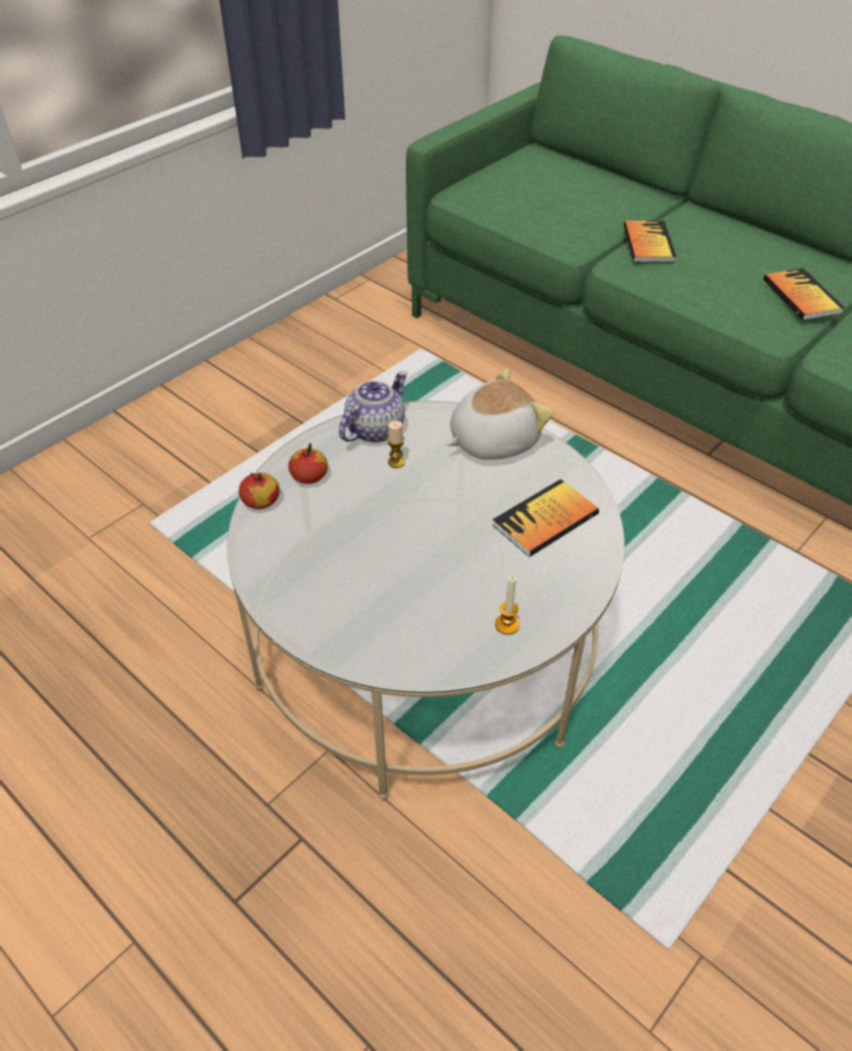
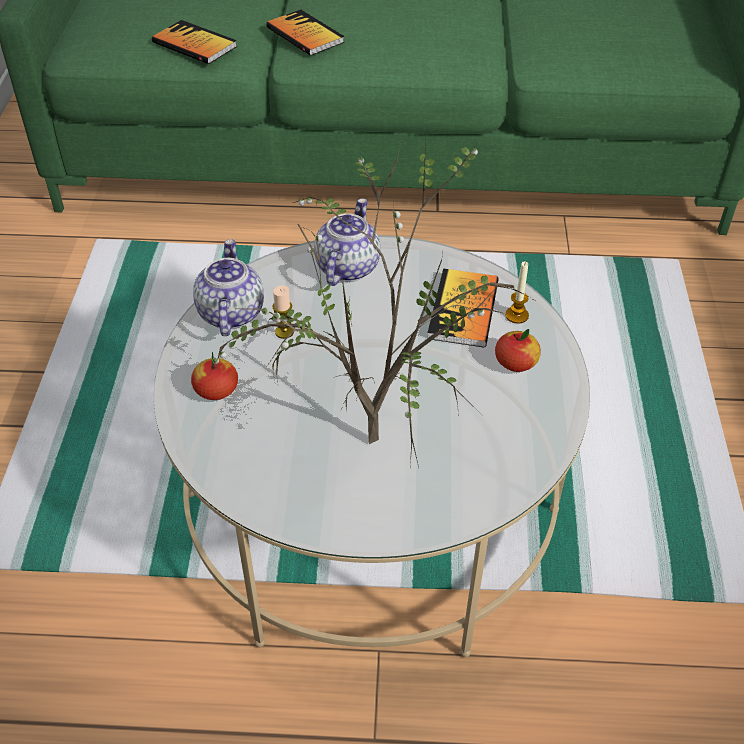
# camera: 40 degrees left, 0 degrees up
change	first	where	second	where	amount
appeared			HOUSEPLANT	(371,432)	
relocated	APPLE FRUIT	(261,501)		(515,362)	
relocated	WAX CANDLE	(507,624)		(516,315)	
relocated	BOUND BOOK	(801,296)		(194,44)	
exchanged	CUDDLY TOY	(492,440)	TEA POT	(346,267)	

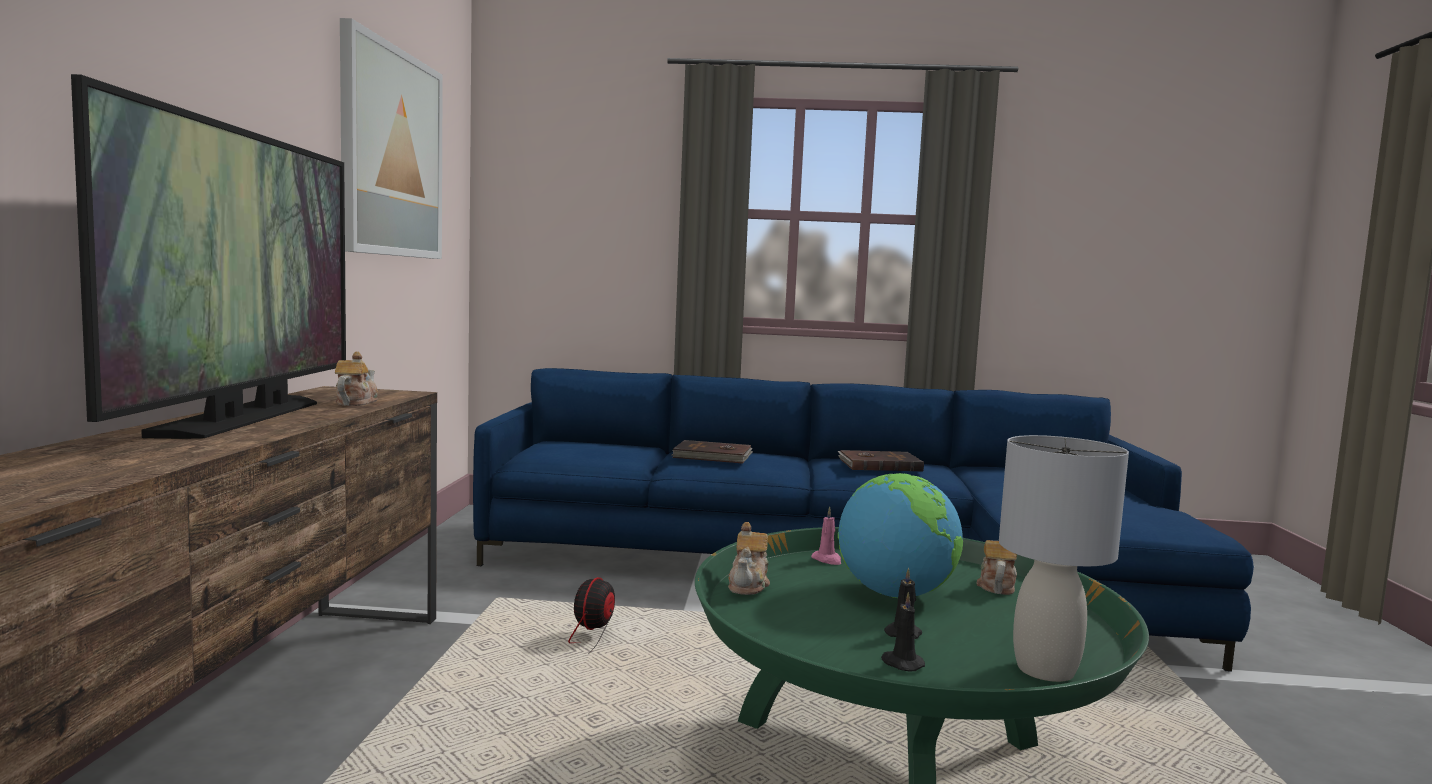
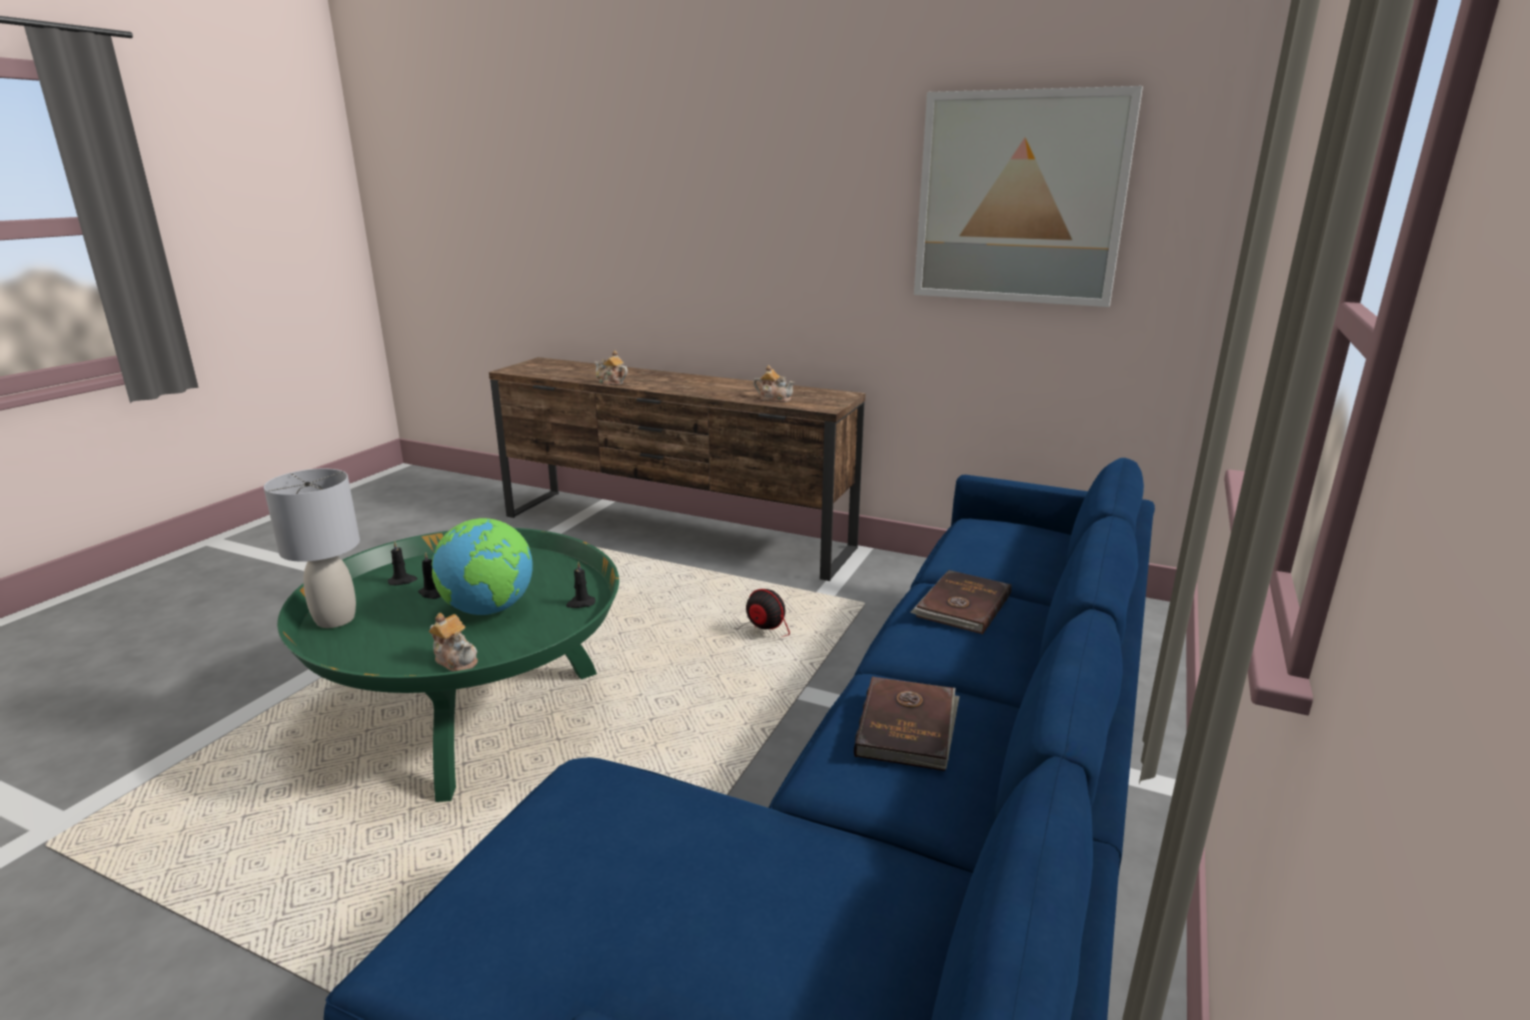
# camera: 110 degrees right, 15 degrees up
change	first	where	second	where	amount
missing	TV	(243,418)			
relocated	TEA POT	(749,584)		(610,382)	
colour	PINKISH WAX CANDLE	(827,560)	BLACKISH WAX CANDLE	(580,603)	

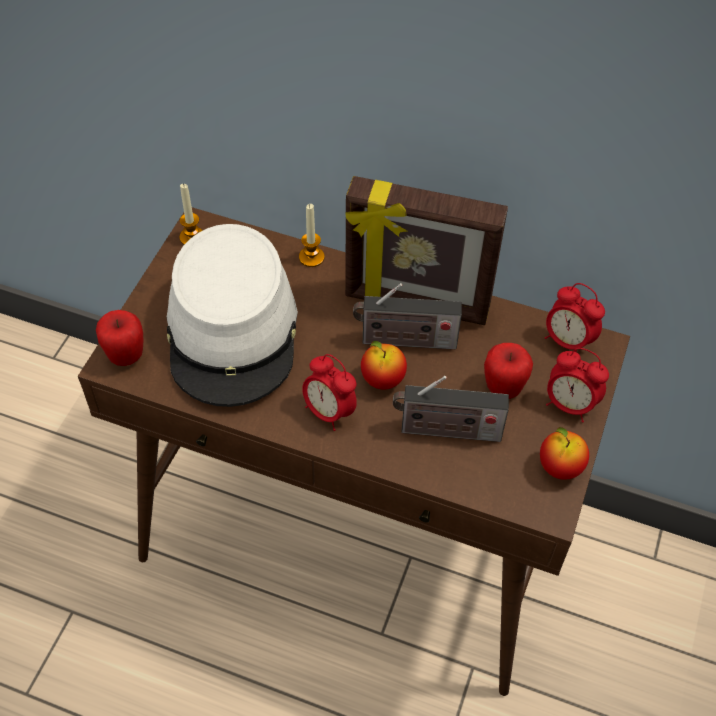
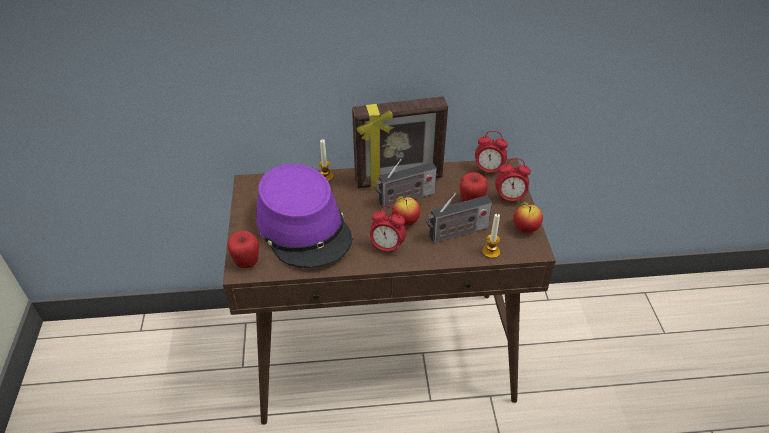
# camera: 25 degrees left, 10 degrees down
change	first	where	second	where	amount
relocated	WAX CANDLE	(192,237)		(491,251)	
colour	WHITE-COLOURED WEARABLE HAT	(233,330)	PURPLE-COLOURED WEARABLE HAT	(304,227)	

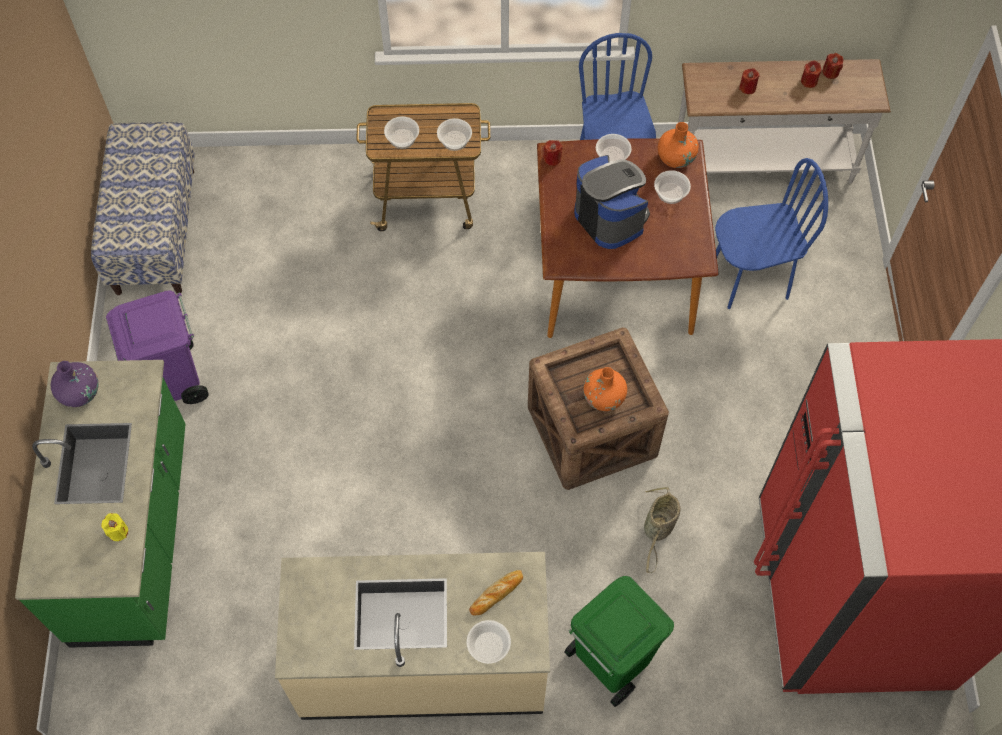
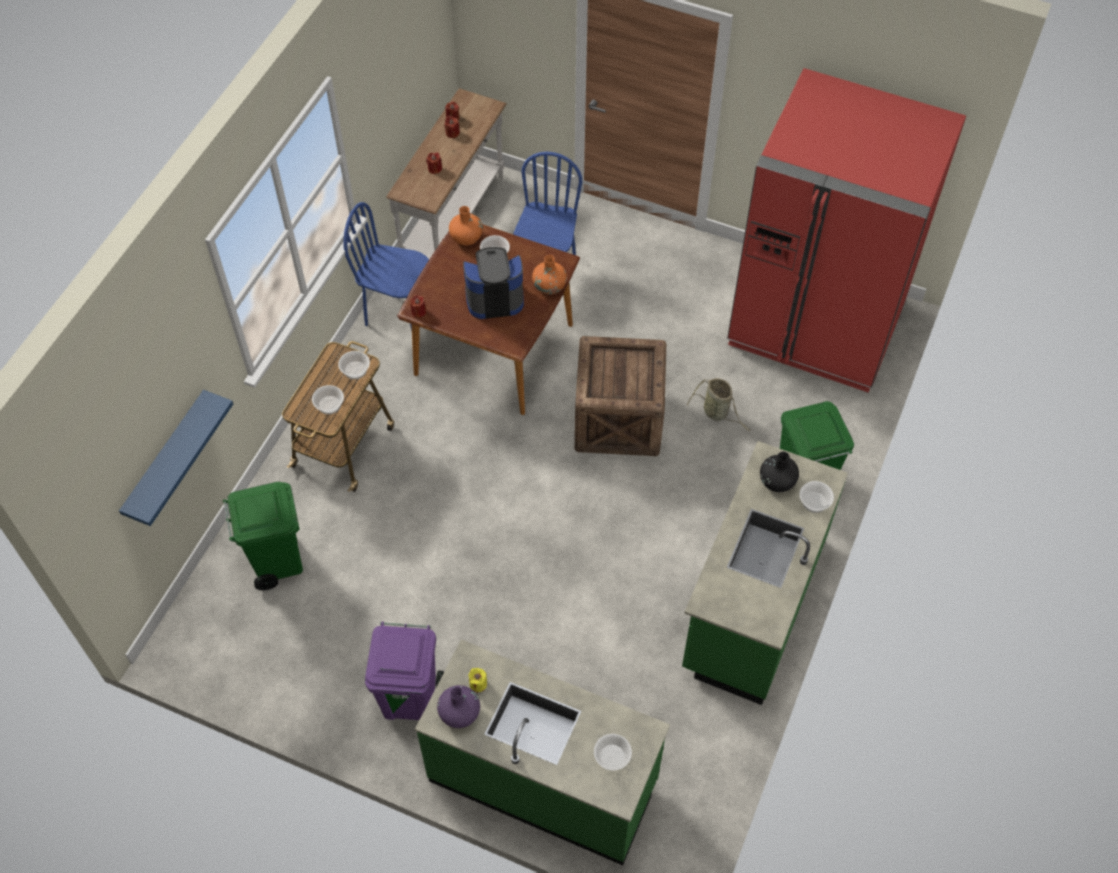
# camera: 65 degrees left, 5 degrees down
change	first	where	second	where	amount
missing	LONG SEAT	(155,230)			
appeared			BLUE WALL SHELF	(166,459)	
appeared			GREEN-COLOURED TRASH CAN	(277,560)	
relocated	YELLOW-COLOURED WAX CANDLE	(118,531)		(478,684)	
relocated	ORANGE-COLOURED FLOWER VASE	(604,398)		(549,286)	
relocated	SERVING BOWL	(612,156)		(611,757)	
exchanged	BAKED BREAD	(497,594)	BLACKISH FLOWER VASE	(777,482)	
colour	SAND-COLOURED KITCHEN COUNTER	(422,663)	GREEN-COLOURED KITCHEN COUNTER	(752,604)	

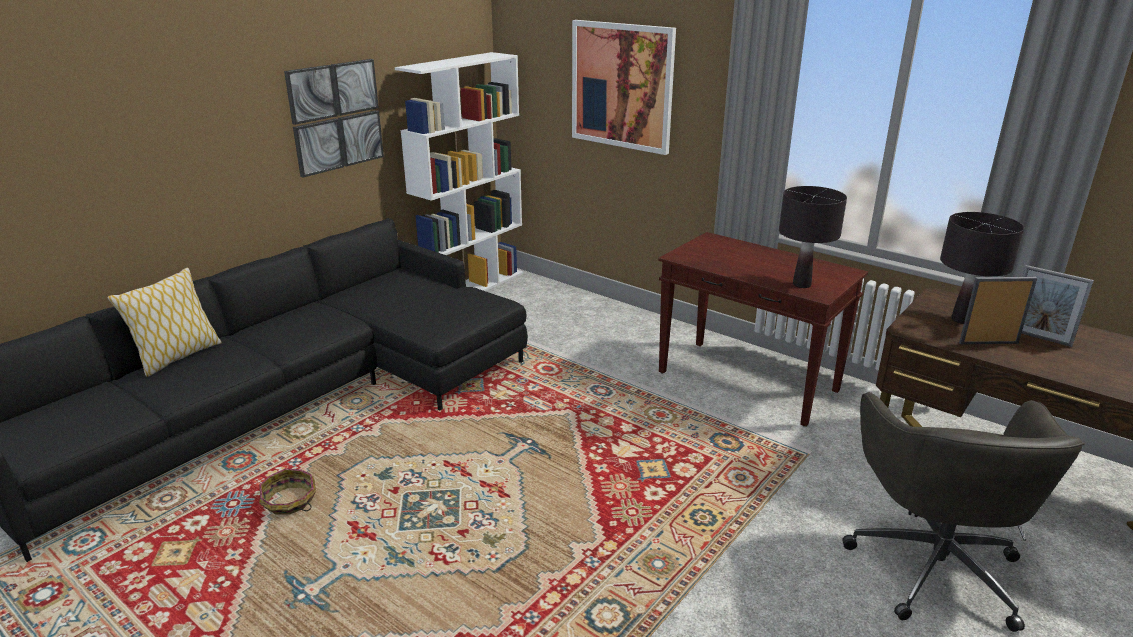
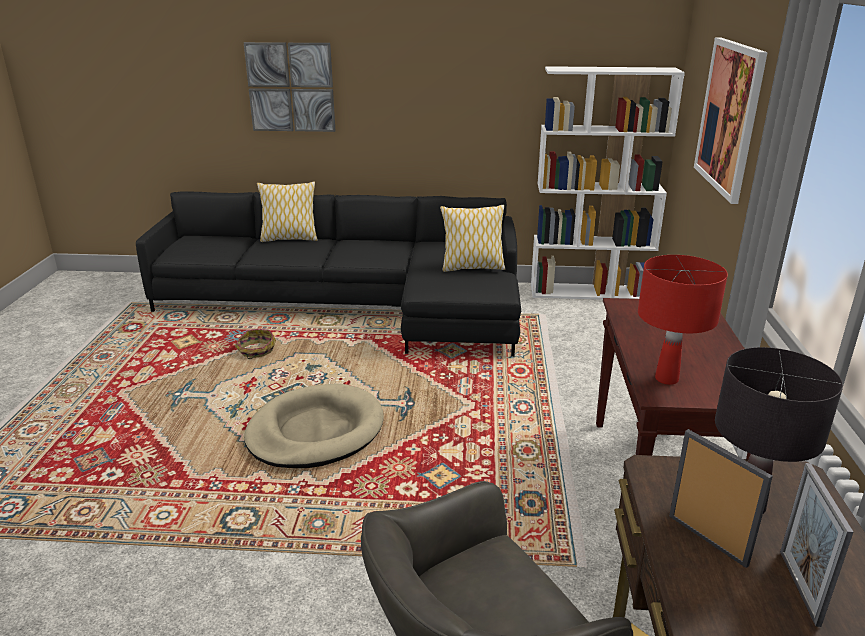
# camera: 55 degrees right, 0 degrees up
change	first	where	second	where	amount
appeared			SAND-COLOURED DOG BED	(315,431)	
appeared			THROW PILLOW	(472,267)	
relocated	PICTURE	(336,116)		(291,87)	
colour	BLACKISH LAMP FOR A TABLE	(802,284)	RED LAMP FOR A TABLE	(667,379)	

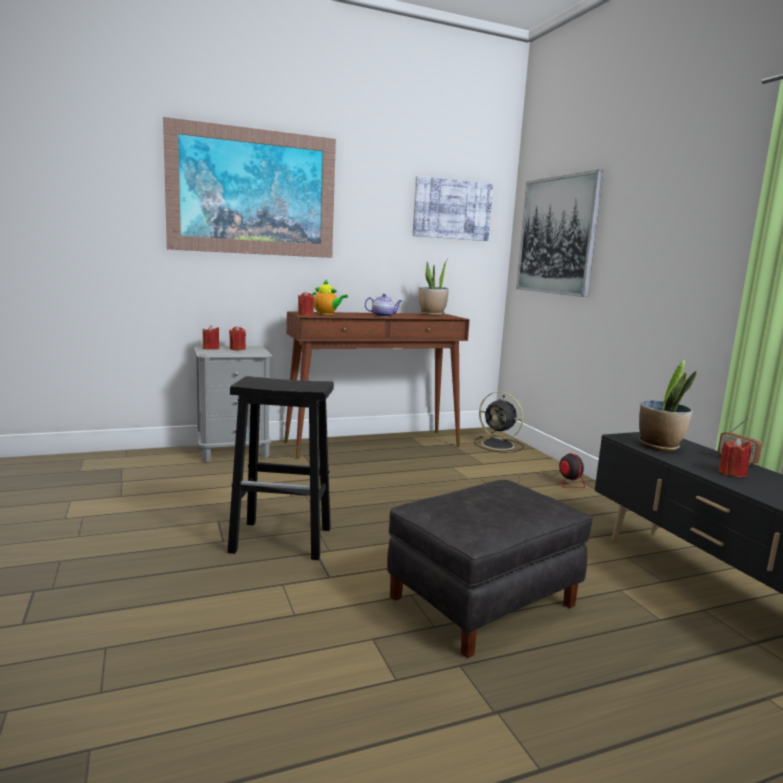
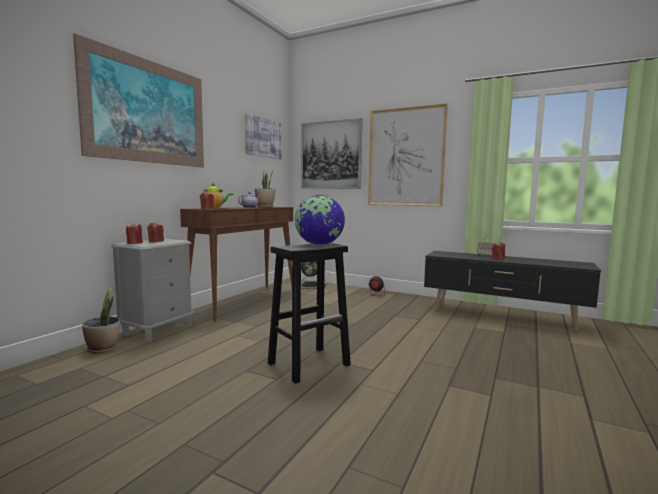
# camera: 40 degrees left, 5 degrees down
change	first	where	second	where	amount
missing	BLACKISH OTTOMAN	(483,602)			
appeared			GLOBE	(319,245)	
appeared			PICTURE	(405,157)	
relocated	HOUSEPLANT	(659,446)		(103,348)	

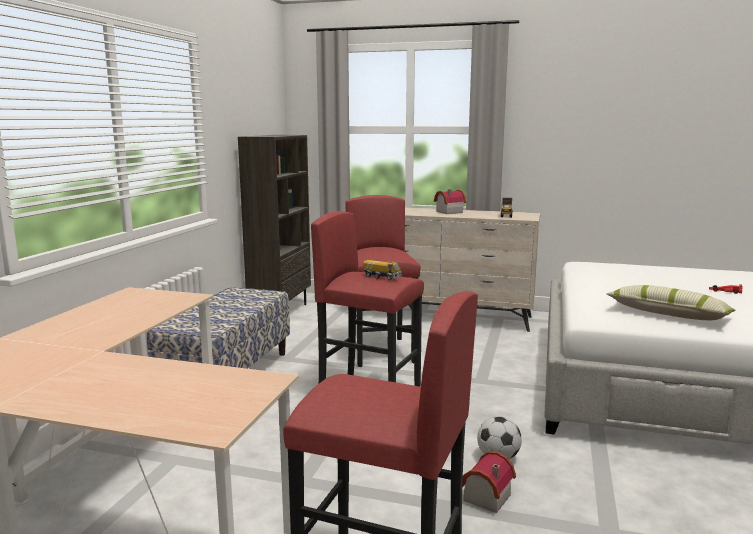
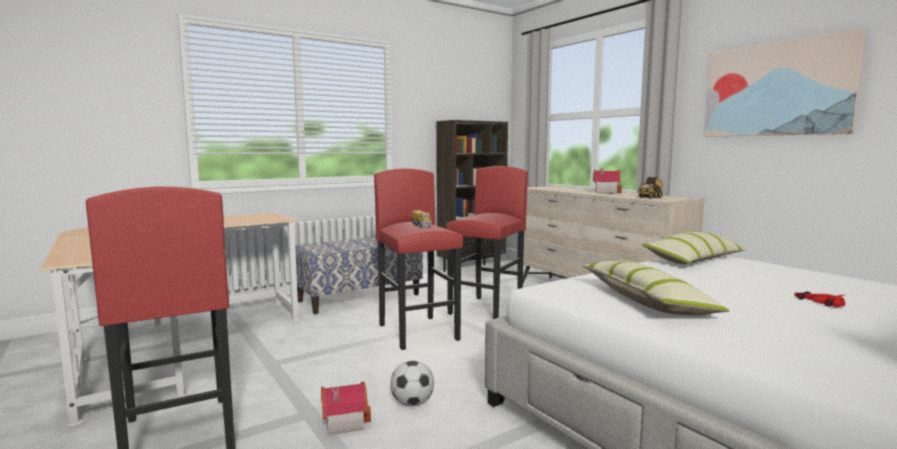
# camera: 40 degrees right, 5 degrees down
change	first	where	second	where	amount
appeared			THROW PILLOW	(693,259)	
appeared			PICTURE	(777,89)	

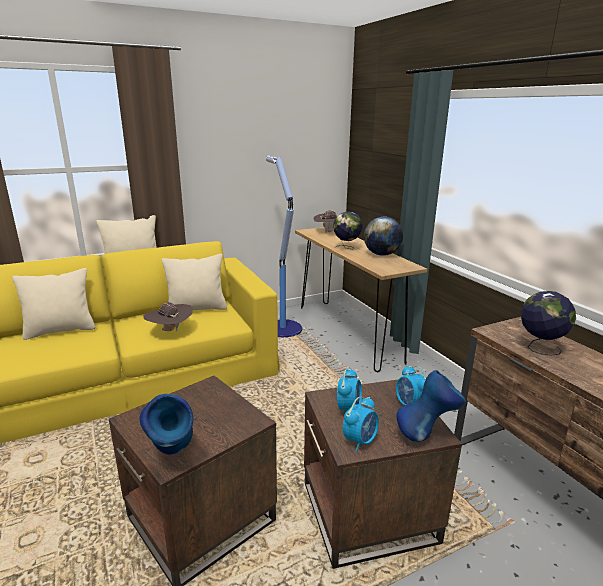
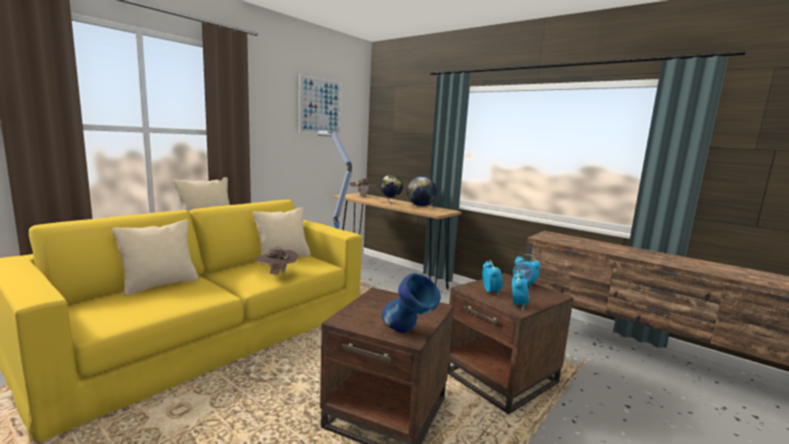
# camera: 25 degrees left, 10 degrees down
change	first	where	second	where	amount
missing	BLUE FLOWER VASE	(426,435)			
missing	GLOBE	(539,348)			
appeared			PICTURE	(320,106)	

